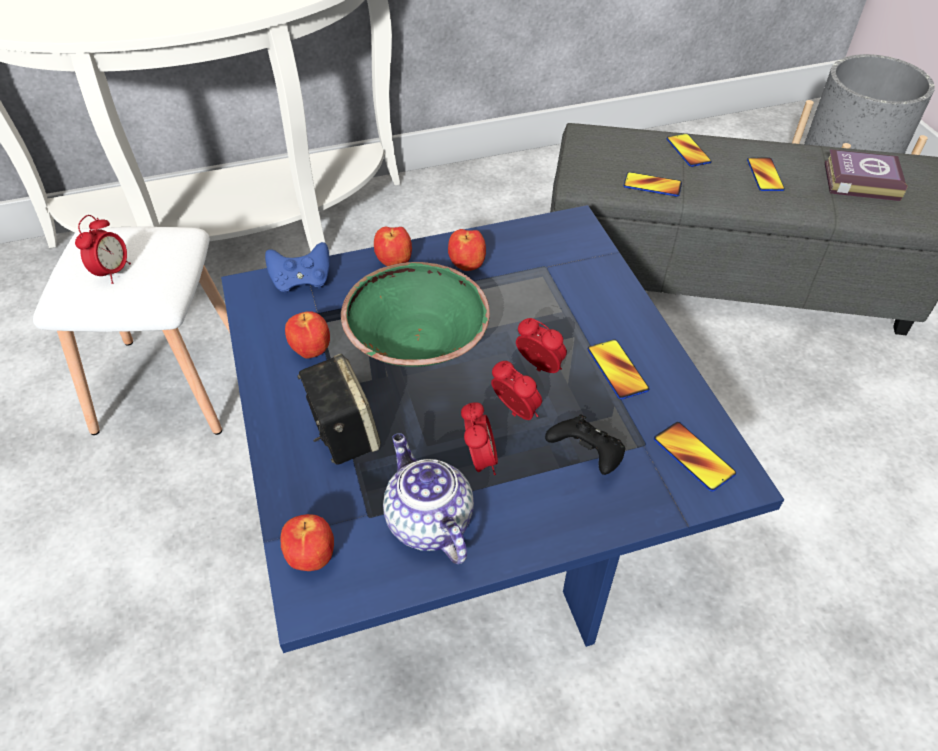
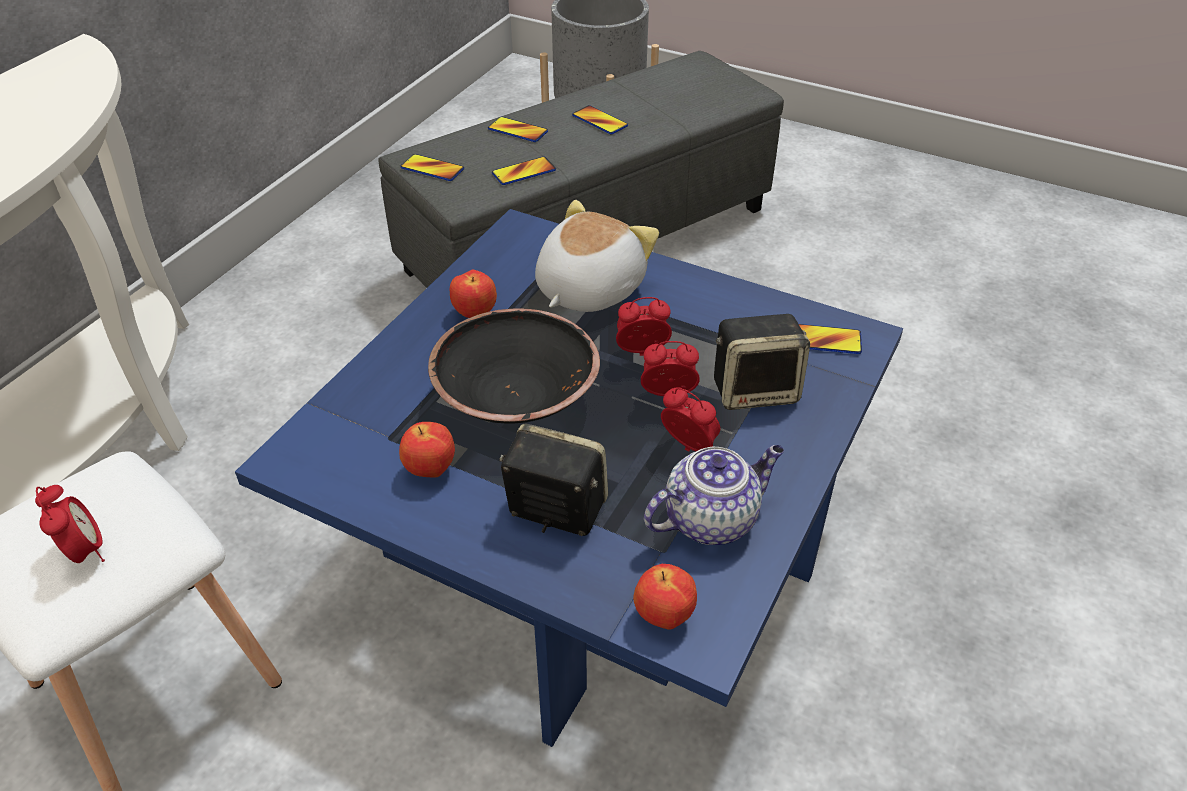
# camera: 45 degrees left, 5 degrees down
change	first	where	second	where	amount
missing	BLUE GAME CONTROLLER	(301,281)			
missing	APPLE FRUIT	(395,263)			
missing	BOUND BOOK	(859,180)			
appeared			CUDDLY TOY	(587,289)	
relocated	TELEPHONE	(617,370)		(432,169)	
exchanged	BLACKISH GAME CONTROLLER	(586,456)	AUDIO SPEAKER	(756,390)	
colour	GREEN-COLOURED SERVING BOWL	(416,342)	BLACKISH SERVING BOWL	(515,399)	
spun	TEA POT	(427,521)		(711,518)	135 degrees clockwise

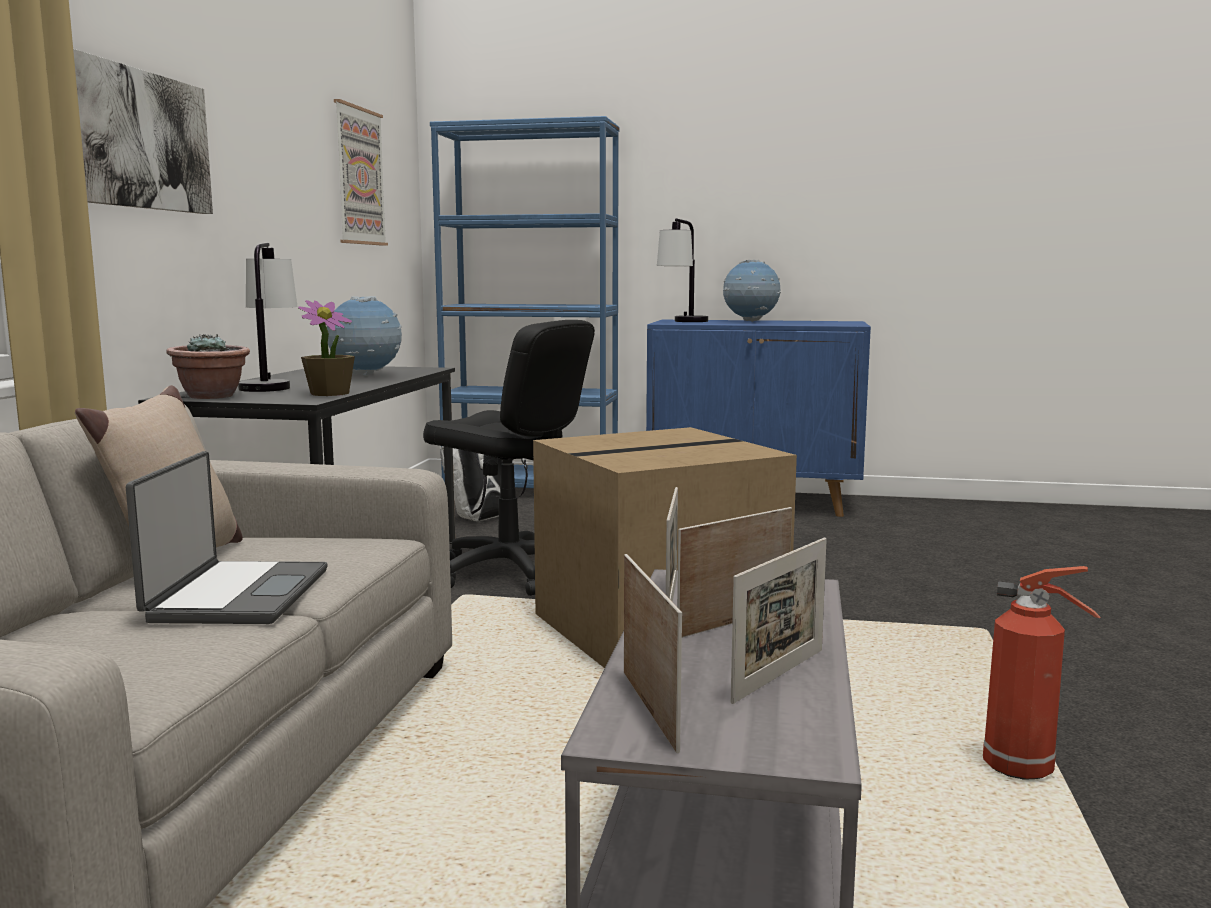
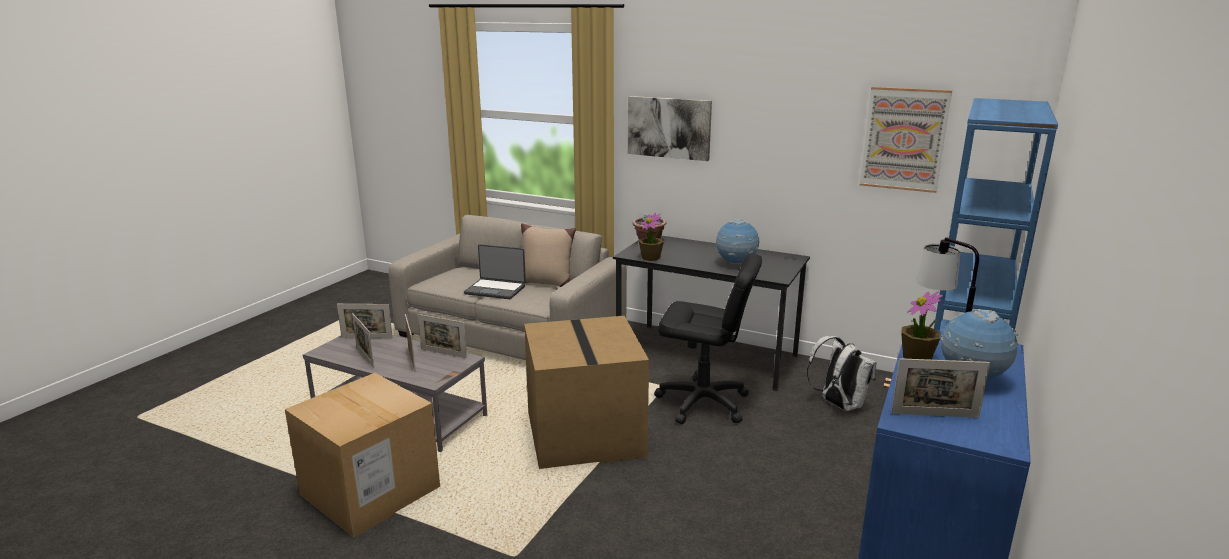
# camera: 105 degrees right, 10 degrees up
change	first	where	second	where	amount
missing	LAMP FOR A TABLE	(269,386)			
appeared			PHOTO FRAME	(934,415)	
appeared			HOUSEPLANT	(917,357)	
exchanged	FIRE EXTINGUISHER	(1022,770)	PACKING BOX	(370,491)	
spun	BLACKISH OFFICE CHAIR	(509,573)		(703,403)	120 degrees counterclockwise

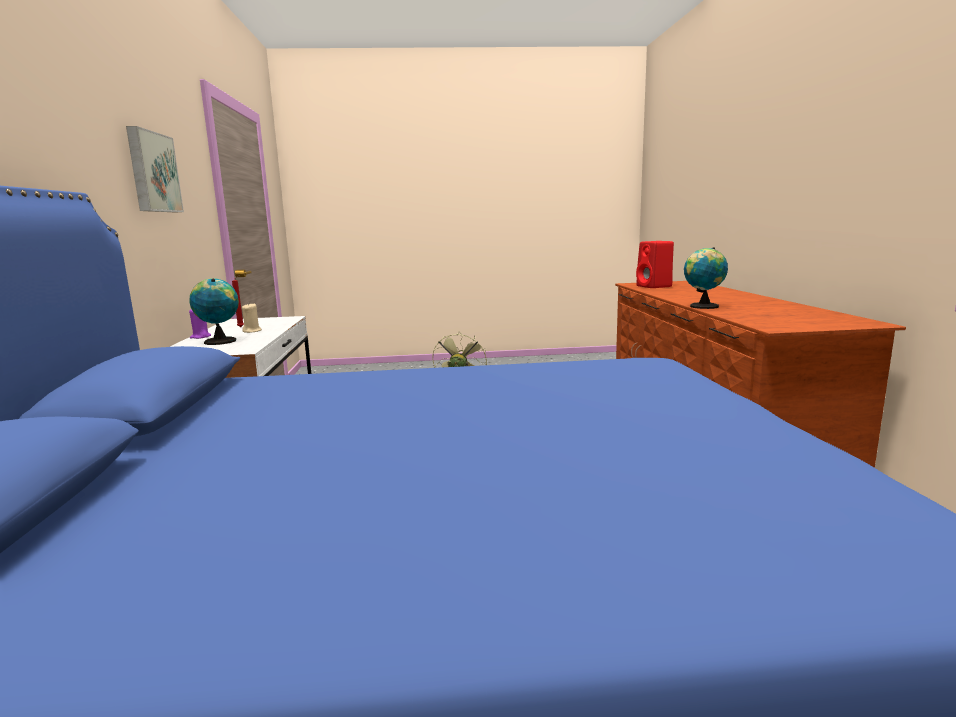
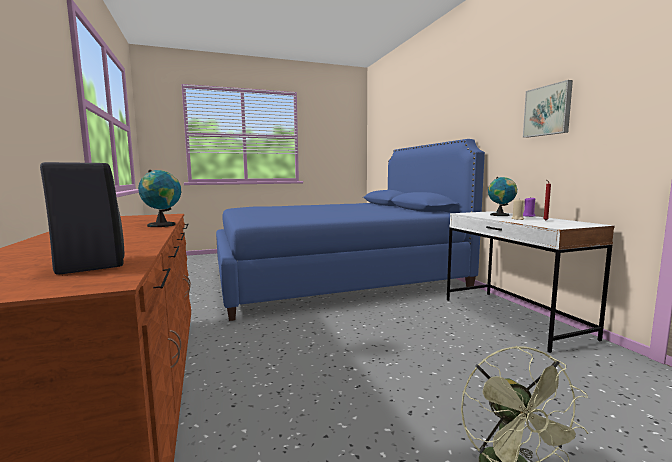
# camera: 165 degrees right, 5 degrees down
change	first	where	second	where	amount
colour	RED AUDIO SPEAKER	(655,286)	BLACKISH AUDIO SPEAKER	(88,265)	

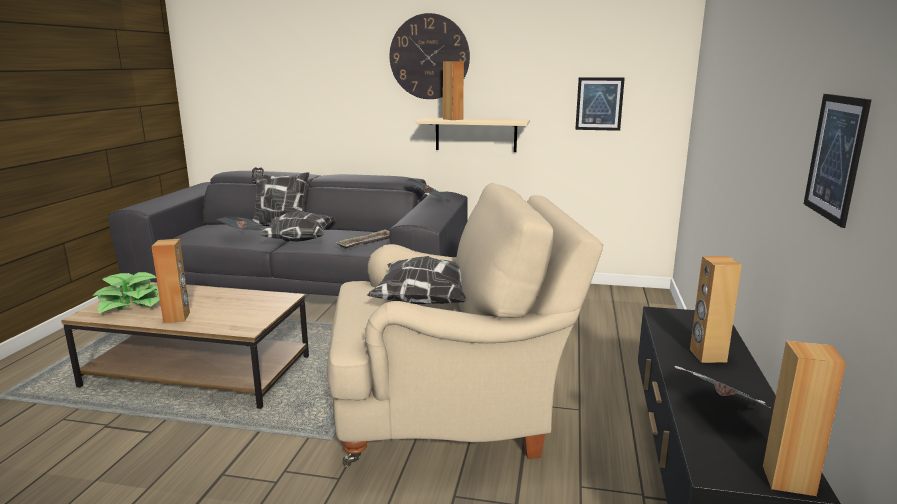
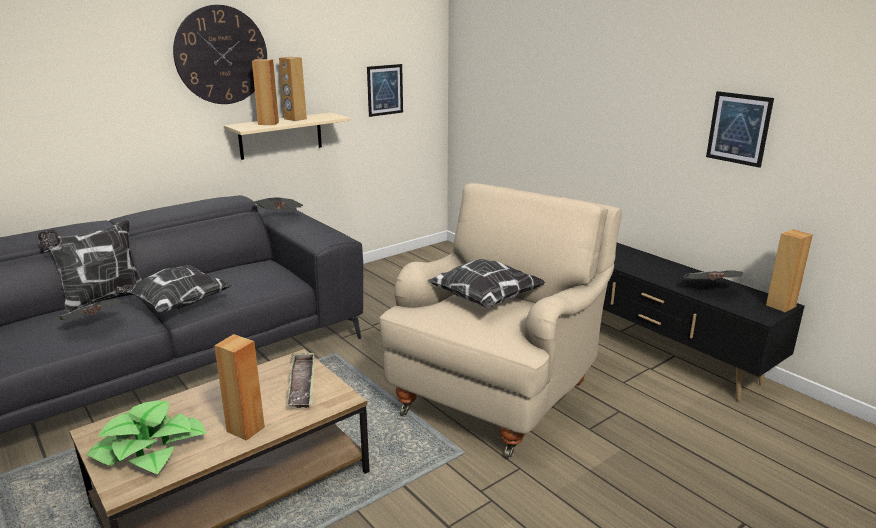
# camera: 50 degrees left, 5 degrees up
change	first	where	second	where	amount
relocated	CARRYING TRAY	(366,243)		(302,384)	
relocated	BROWNISH AUDIO SPEAKER	(707,356)		(295,119)	

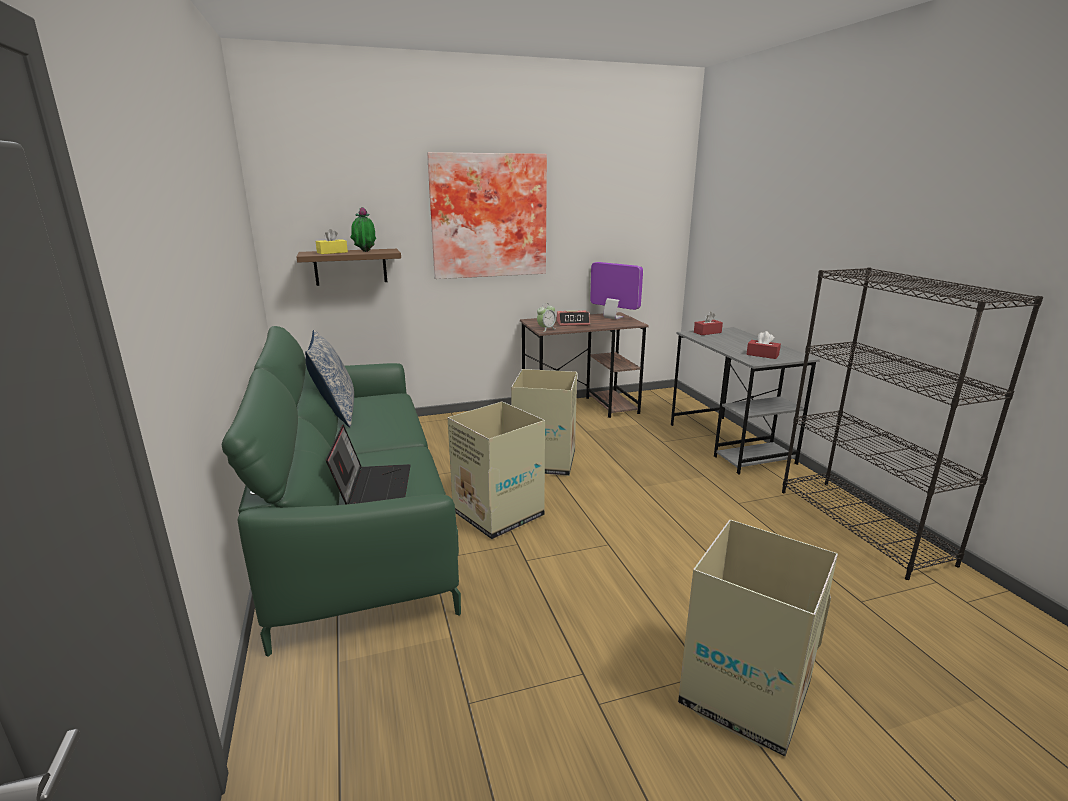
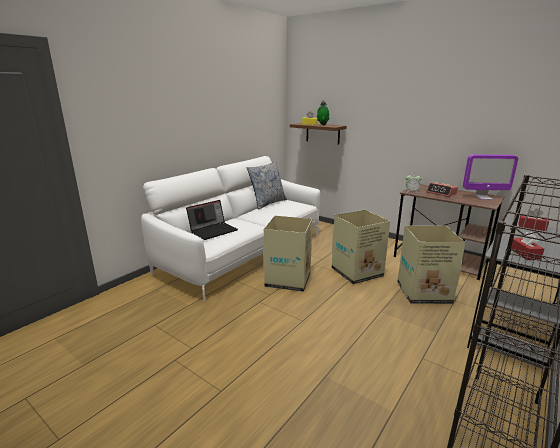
# camera: 55 degrees right, 0 degrees up
change	first	where	second	where	amount
missing	PICTURE	(488,216)			
relocated	PACKING BOX	(743,695)		(422,293)	
colour	GREEN-COLOURED SOFA	(358,518)	WHITE-COLOURED SOFA	(244,253)	
spun	COMPUTER SCREEN	(613,317)		(483,198)	90 degrees clockwise

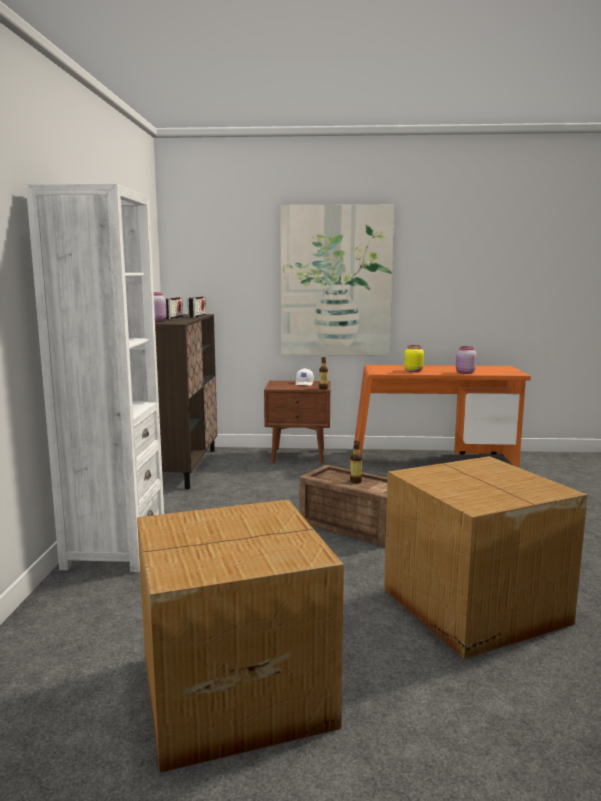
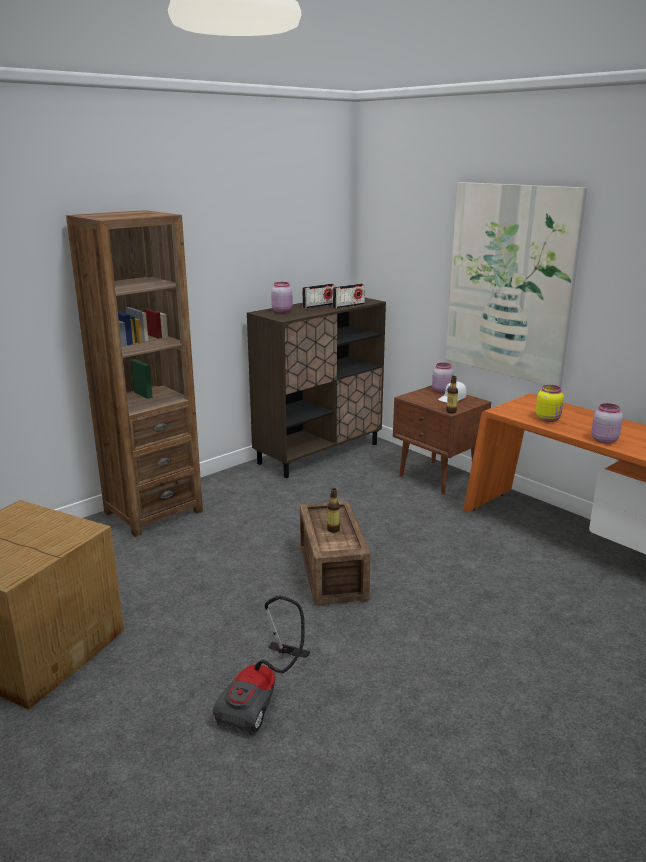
# camera: 45 degrees right, 10 degrees up
change	first	where	second	where	amount
appeared			PINKISH STORAGE JAR	(441,391)	
exchanged	PACKING BOX	(474,607)	HOOVER	(263,697)	
colour	WHITE-COLOURED BOOKSHELF	(115,549)	BROWNISH BOOKSHELF	(153,512)	

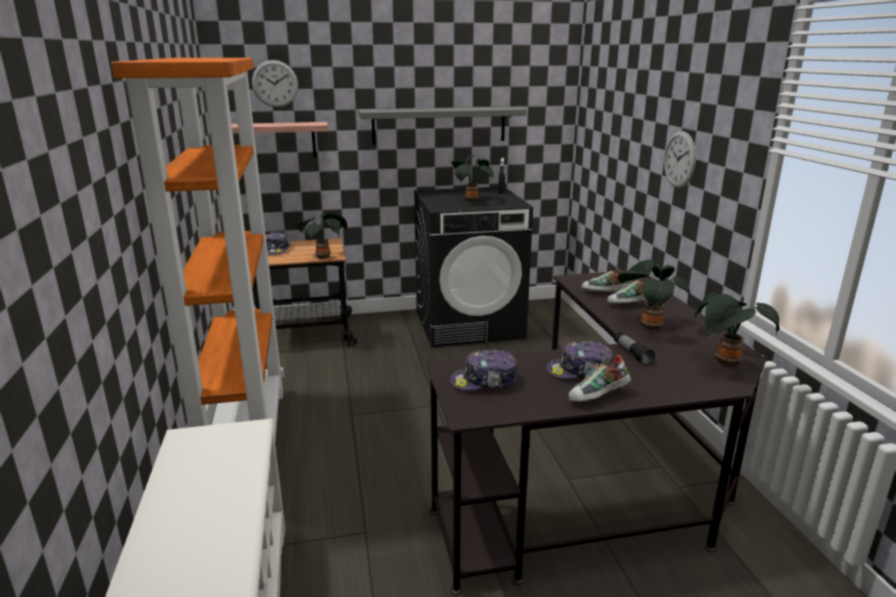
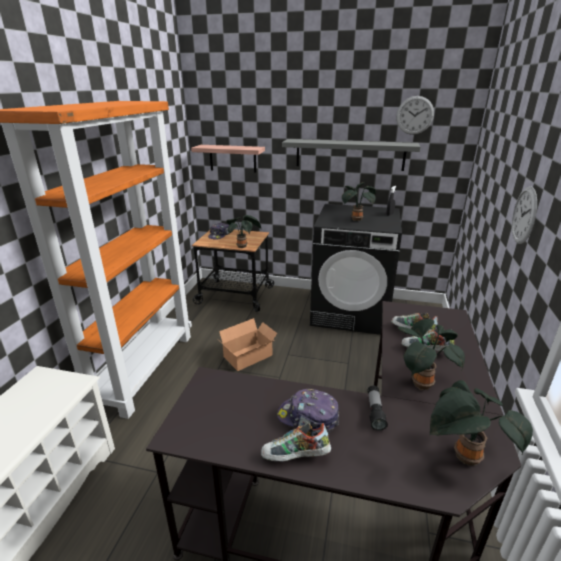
# camera: 25 degrees right, 5 degrees up
change	first	where	second	where	amount
missing	CAP	(484,381)			
appeared			PACKING BOX	(250,356)	
relocated	CLOCK ON THE WALL	(275,83)		(414,115)	

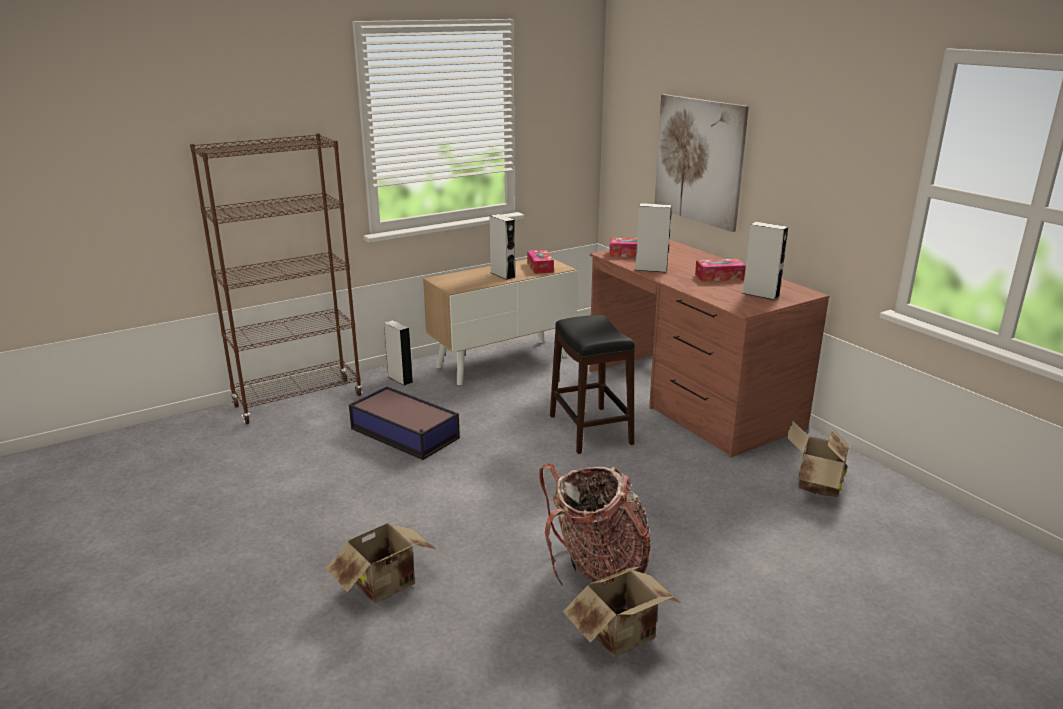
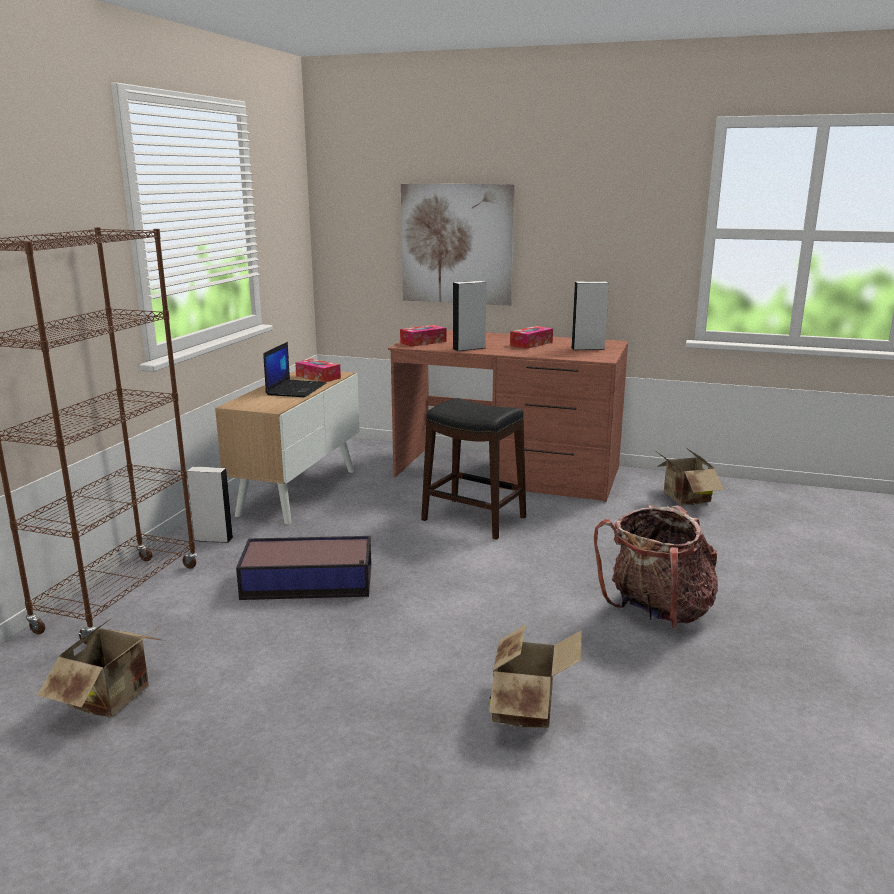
# camera: 40 degrees left, 5 degrees down
change	first	where	second	where	amount
relocated	PACKING BOX	(625,636)		(115,698)	
exchanged	GRAY AUDIO SPEAKER	(502,275)	NOTEBOOK COMPUTER	(296,389)	

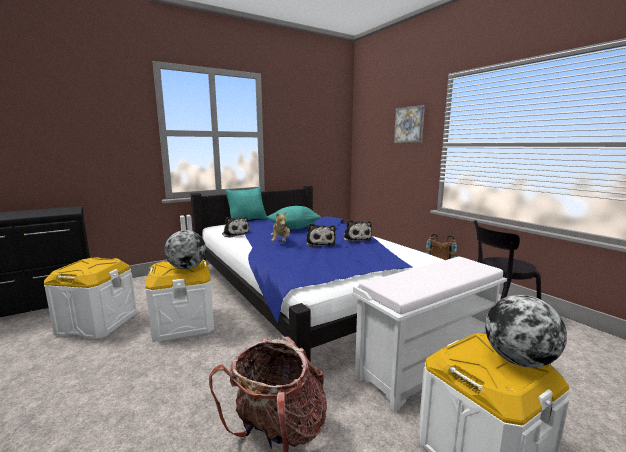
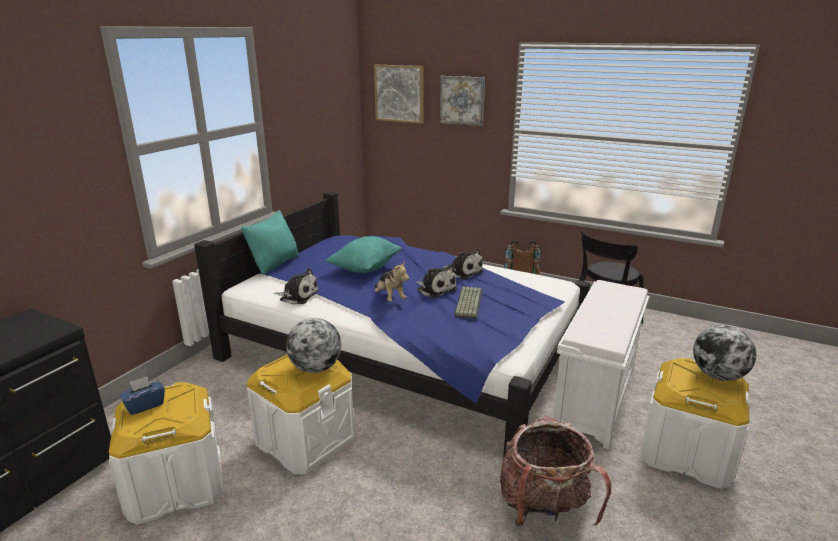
# camera: 30 degrees left, 10 degrees up
change	first	where	second	where	amount
appeared			BLUE TISSUE BOX	(145,405)	
appeared			PICTURE	(399,93)	
appeared			PC KEYBOARD	(467,303)	

